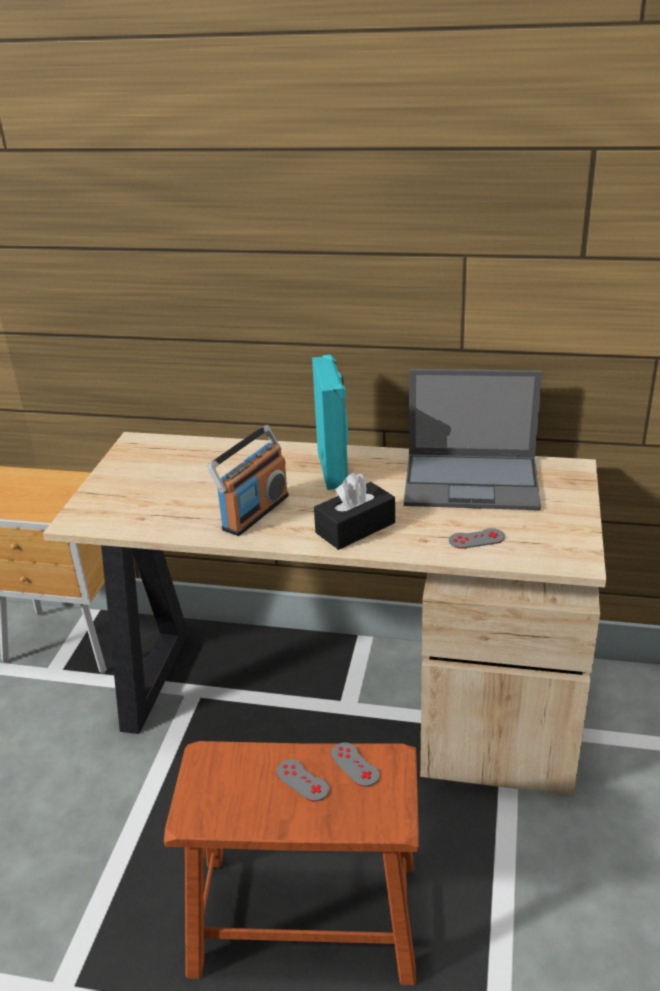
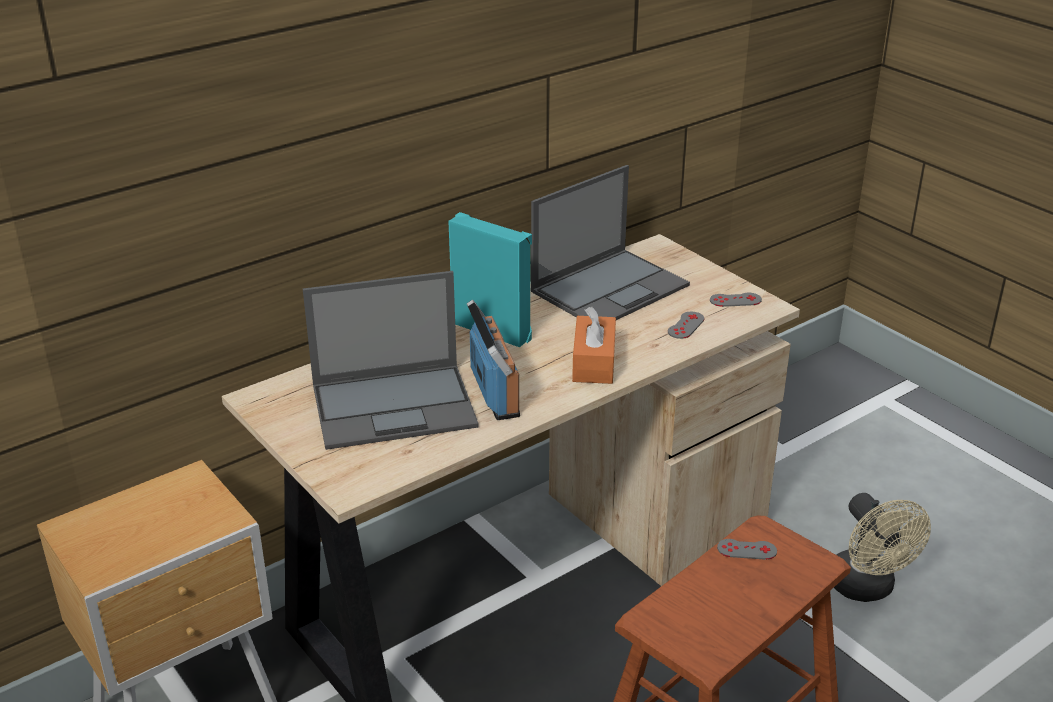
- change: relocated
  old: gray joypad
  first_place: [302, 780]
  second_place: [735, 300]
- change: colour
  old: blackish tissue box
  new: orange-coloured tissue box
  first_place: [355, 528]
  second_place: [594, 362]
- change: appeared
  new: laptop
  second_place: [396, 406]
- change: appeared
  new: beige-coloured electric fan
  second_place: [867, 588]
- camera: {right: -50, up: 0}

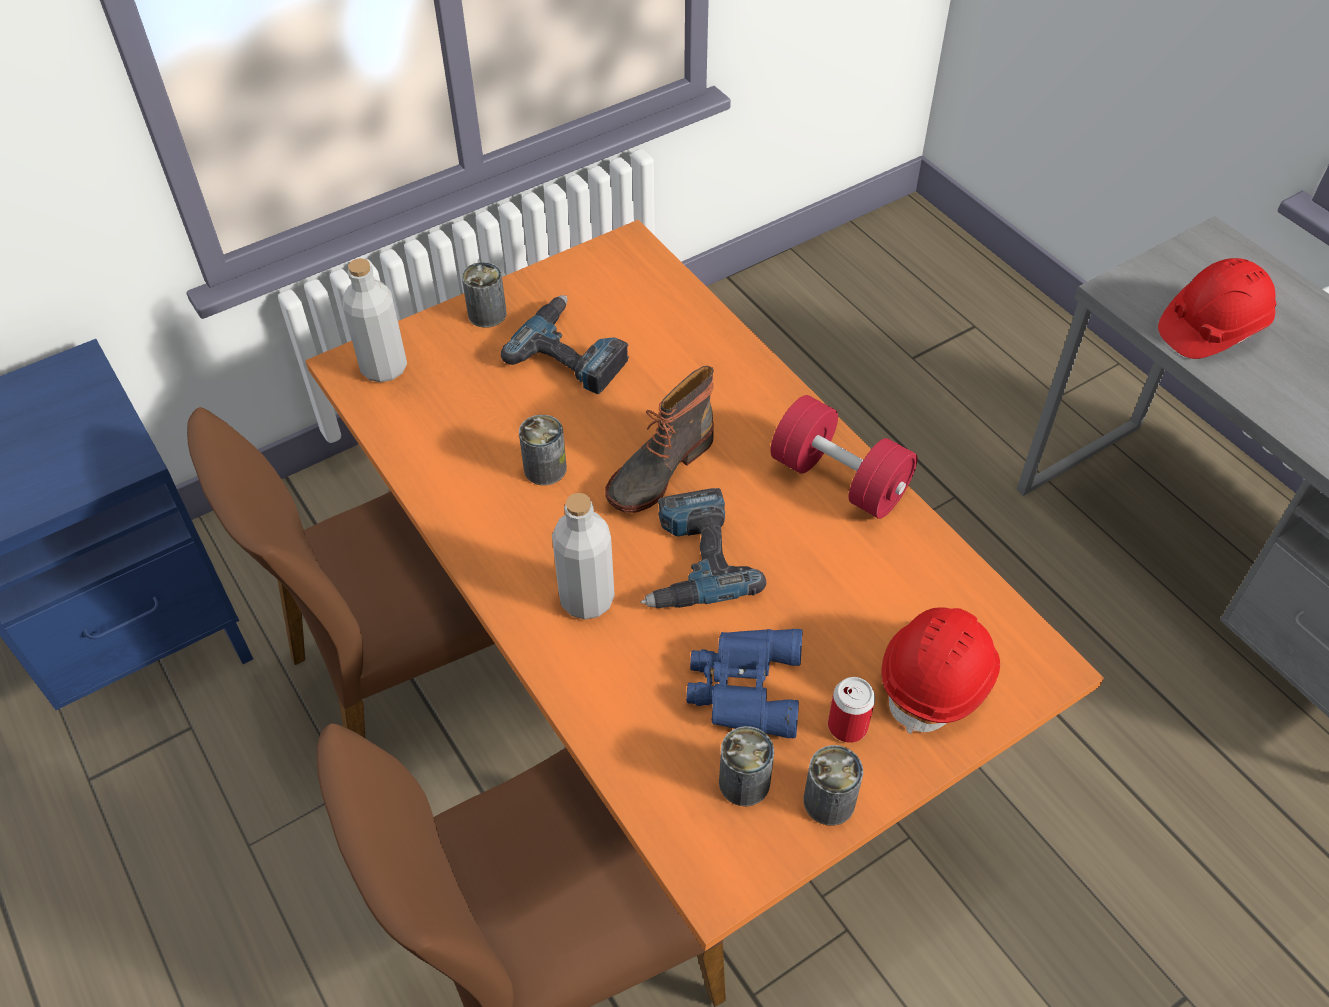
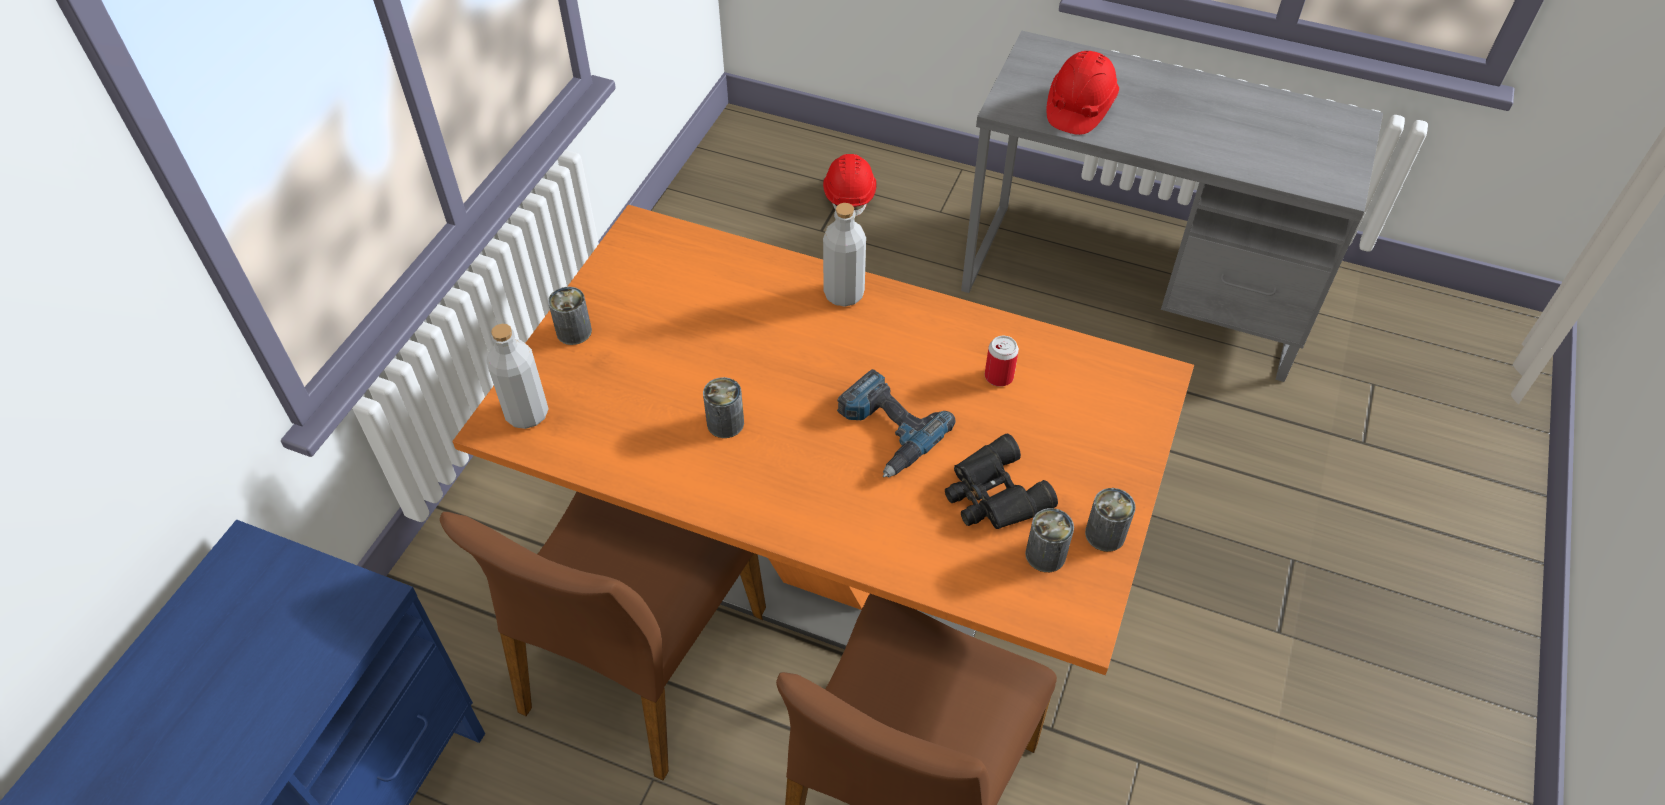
- change: missing
  old: drill
  first_place: [573, 352]
- change: relocated
  old: gray drink bottle
  first_place: [587, 599]
  second_place: [844, 294]
- change: missing
  old: tall boot
  first_place: [658, 469]
- change: colour
  old: blue-coloured pair of binoculars
  new: blackish pair of binoculars
  first_place: [743, 688]
  second_place: [993, 495]
- change: missing
  old: red-coloured free weight
  first_place: [839, 479]
- change: relocated
  old: sealed can
  first_place: [847, 725]
  second_place: [999, 376]
- change: relocated
  old: red-coloured hard hat
  first_place: [938, 679]
  second_place: [850, 194]
- camera: {right: -35, up: 0}

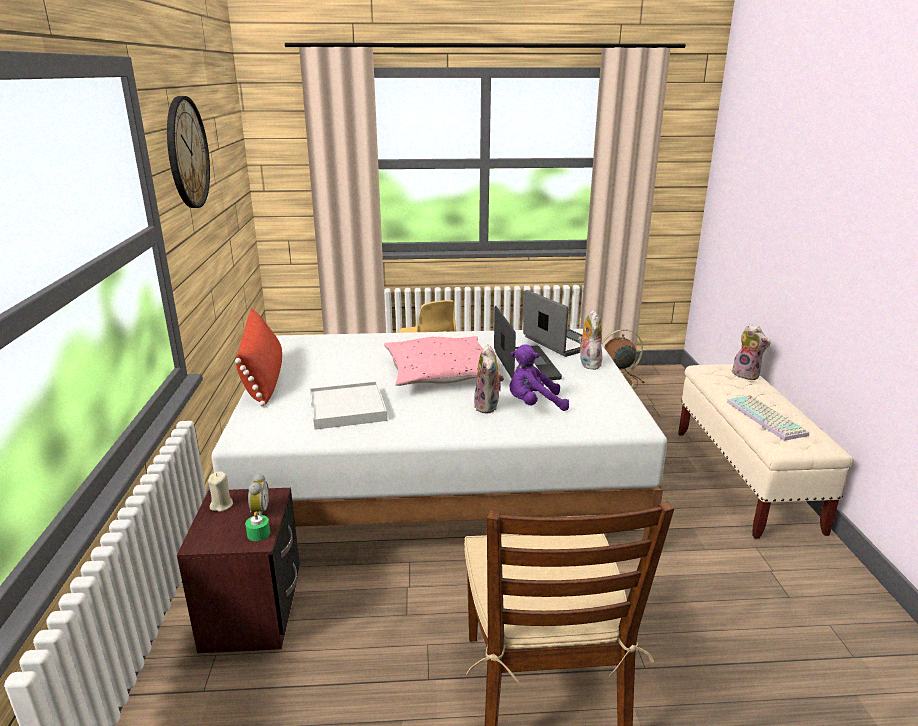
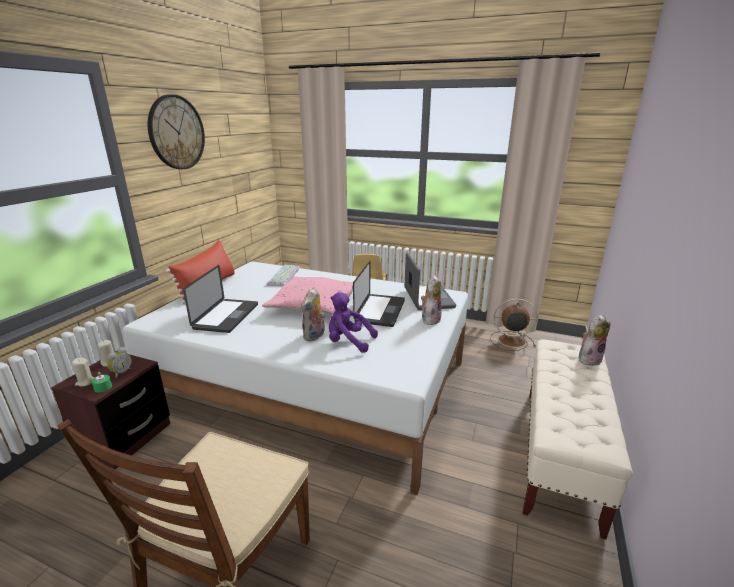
- change: exchanged
  old: white-coloured tray
  new: laptop
  first_place: [347, 409]
  second_place: [226, 316]
- change: relocated
  old: PC keyboard
  first_place: [768, 418]
  second_place: [285, 276]
- change: spun
  old: cuddly toy
  first_place: [747, 375]
  second_place: [589, 359]
  degrees: -105
- change: appeared
  new: beige-coloured candle
  second_place: [85, 382]
- camera: {right: 25, up: 0}

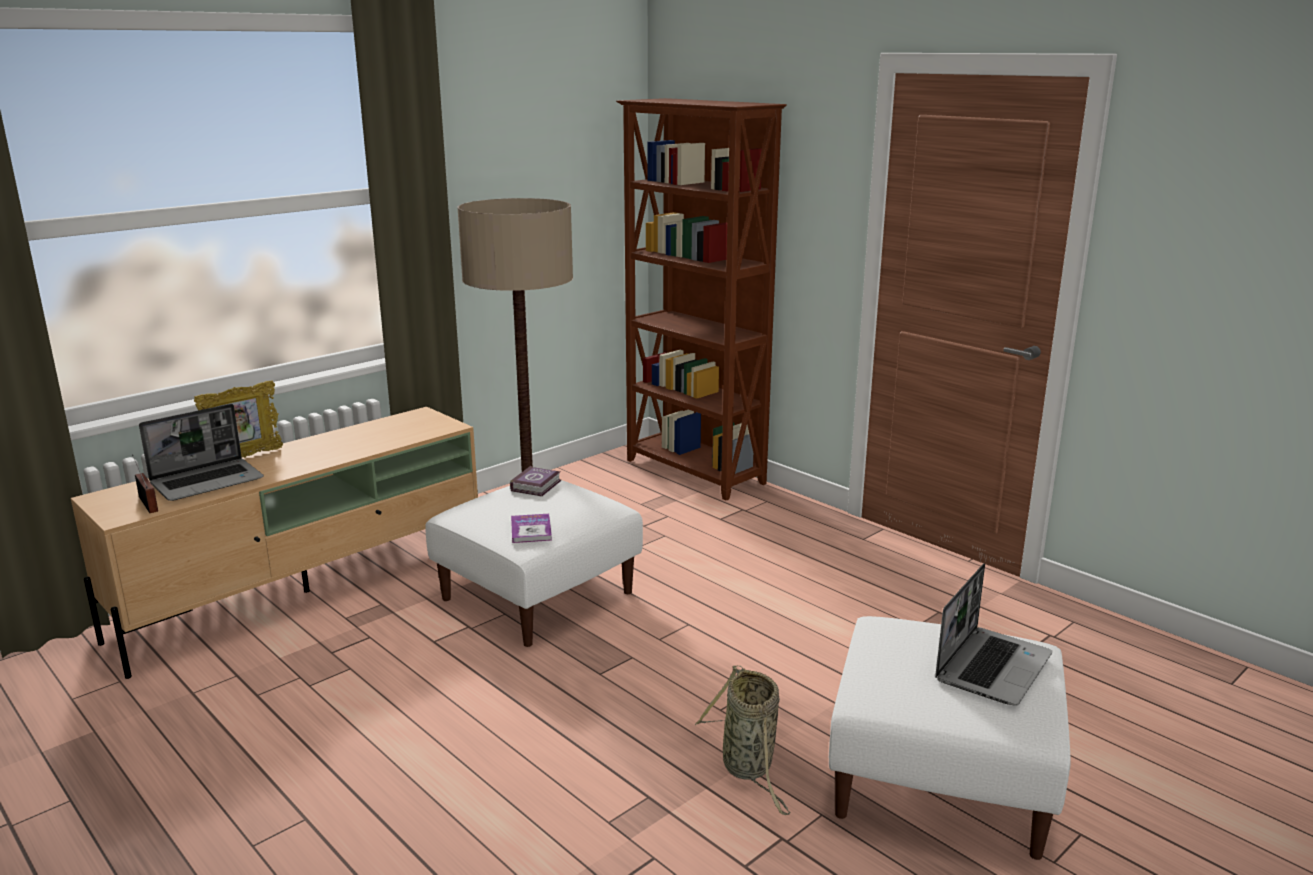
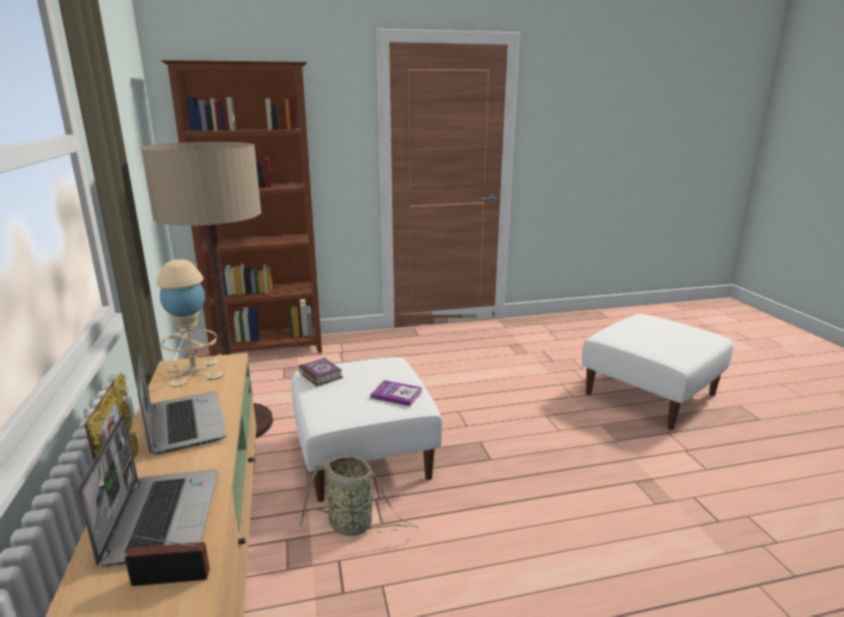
- change: relocated
  old: storage basket
  first_place: [749, 768]
  second_place: [354, 525]
- change: relocated
  old: laptop
  first_place: [992, 667]
  second_place: [184, 423]
- change: appeared
  new: beige-coloured lamp for a table
  second_place: [194, 372]
- camera: {right: -60, up: 0}

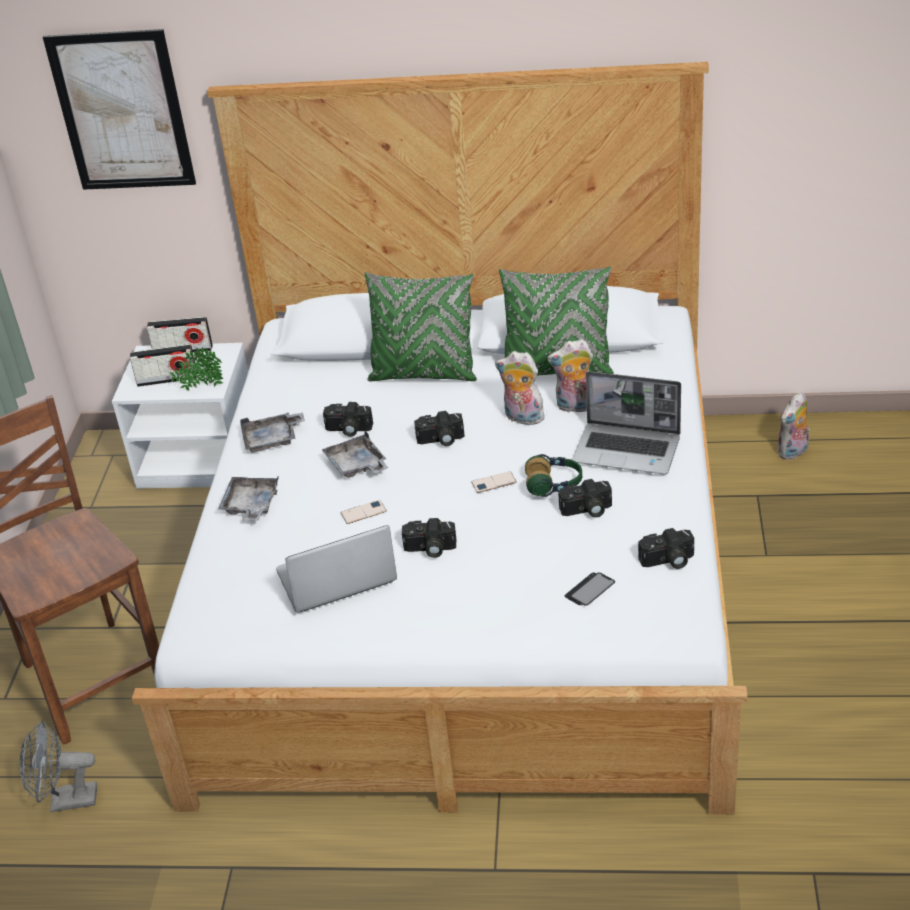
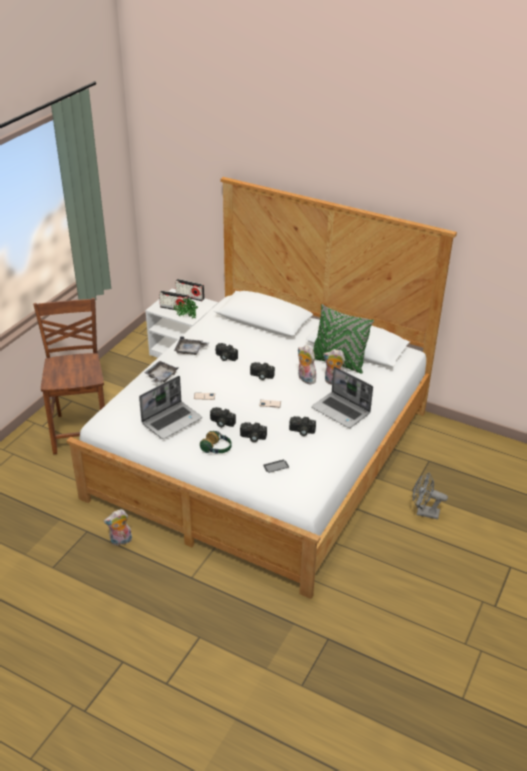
- change: relocated
  old: gray electric fan
  first_place: [66, 801]
  second_place: [424, 512]
- change: missing
  old: picture
  first_place: [122, 111]
- change: spun
  old: laptop
  first_place: [335, 579]
  second_place: [172, 420]
  degrees: 135
- change: missing
  old: gray tray
  first_place: [357, 466]
- change: missing
  old: greenish cushion
  first_place: [424, 374]
- change: relocated
  old: headphones
  first_place: [554, 485]
  second_place: [217, 449]
- change: relocated
  old: photo camera
  first_place: [668, 561]
  second_place: [252, 437]
- change: relocated
  old: cuddly toy
  first_place: [793, 452]
  second_place: [120, 541]
- camera: {right: 20, up: 0}

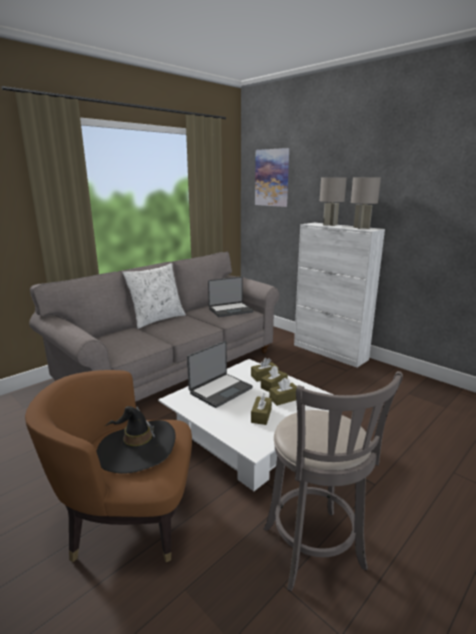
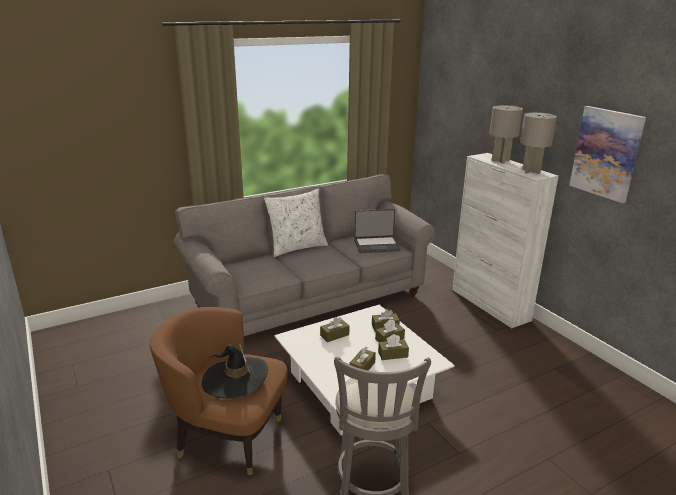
- change: exchanged
  old: laptop
  new: brown-coloured tissue box
  first_place: [220, 390]
  second_place: [334, 335]
- change: relocated
  old: picture
  first_place: [272, 178]
  second_place: [606, 153]
- camera: {right: 15, up: 5}

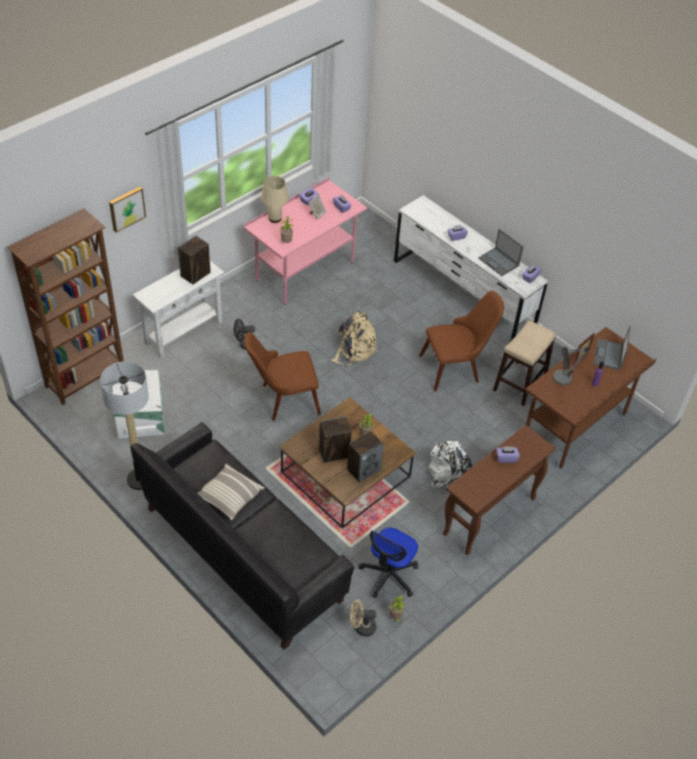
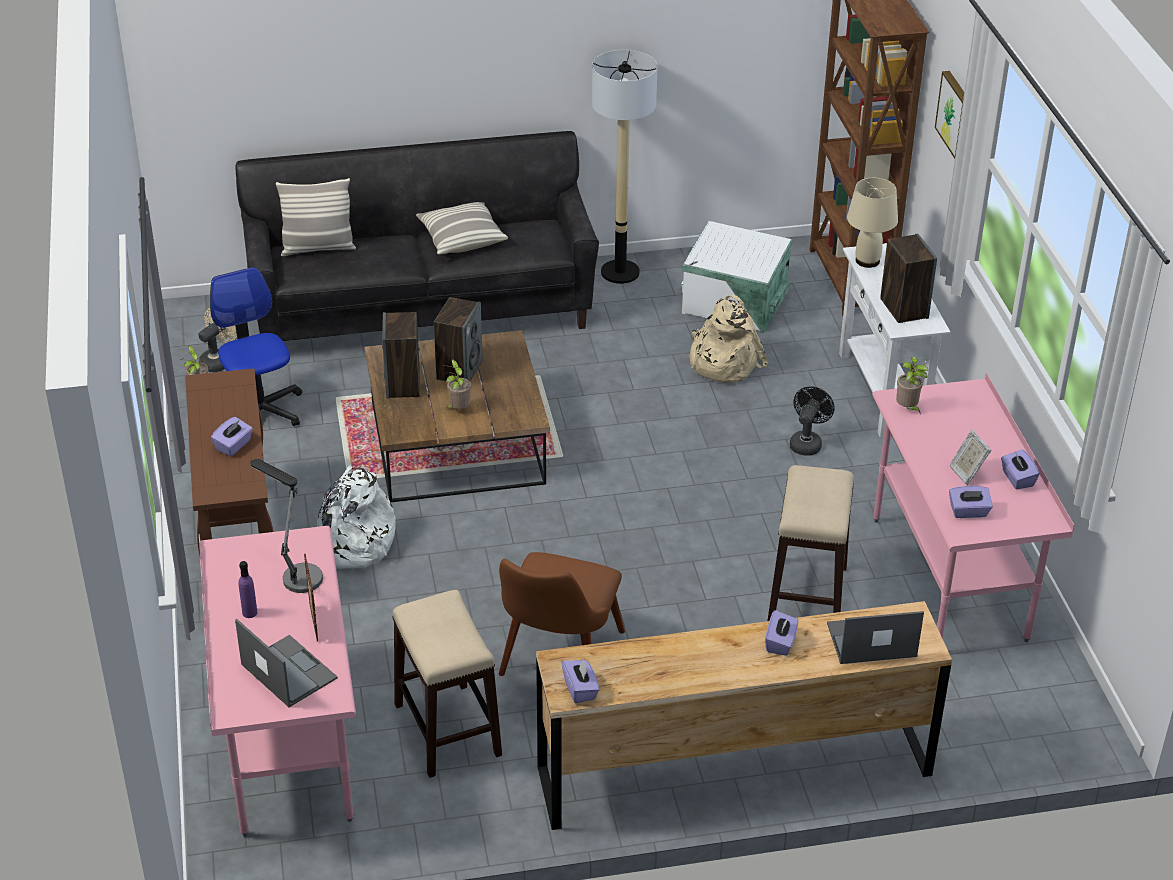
- change: missing
  old: brown-coloured chair
  first_place: [282, 400]
- change: relocated
  old: beige-coloured lamp for a table
  first_place: [274, 219]
  second_place: [867, 260]
- change: relocated
  old: beige-coloured backpack
  first_place: [354, 350]
  second_place: [722, 362]
- change: colour
  old: white-coloured drawer chest
  new: brown-coloured drawer chest
  first_place: [462, 295]
  second_place: [734, 771]
- change: relocated
  old: laptop
  first_place: [499, 262]
  second_place: [870, 640]
- change: colour
  old: brown-coloured desk unit
  new: pink desk unit
  first_place: [574, 427]
  second_place: [288, 746]
- change: appeared
  new: cushion
  second_place: [318, 248]
- change: appeared
  new: stool seat
  second_place: [807, 594]
- camera: {right: 125, up: -10}

